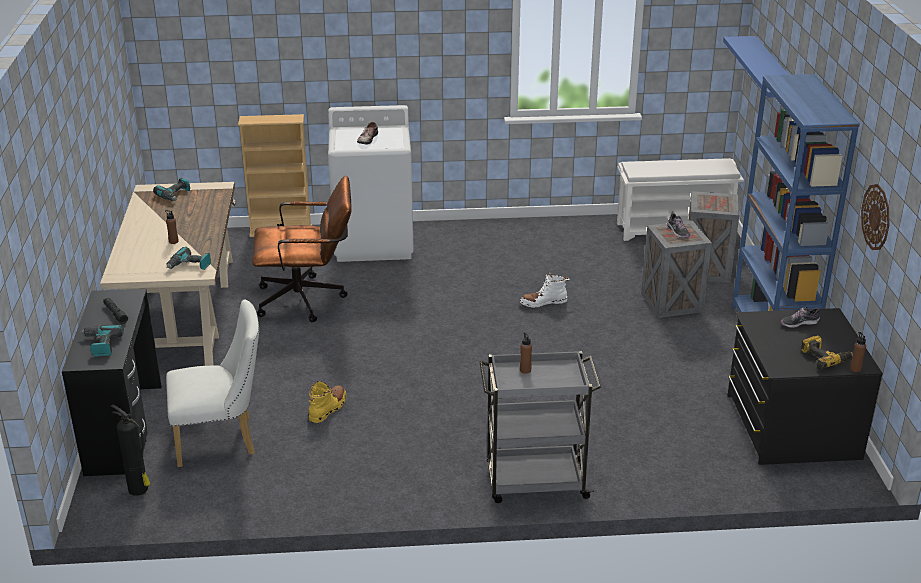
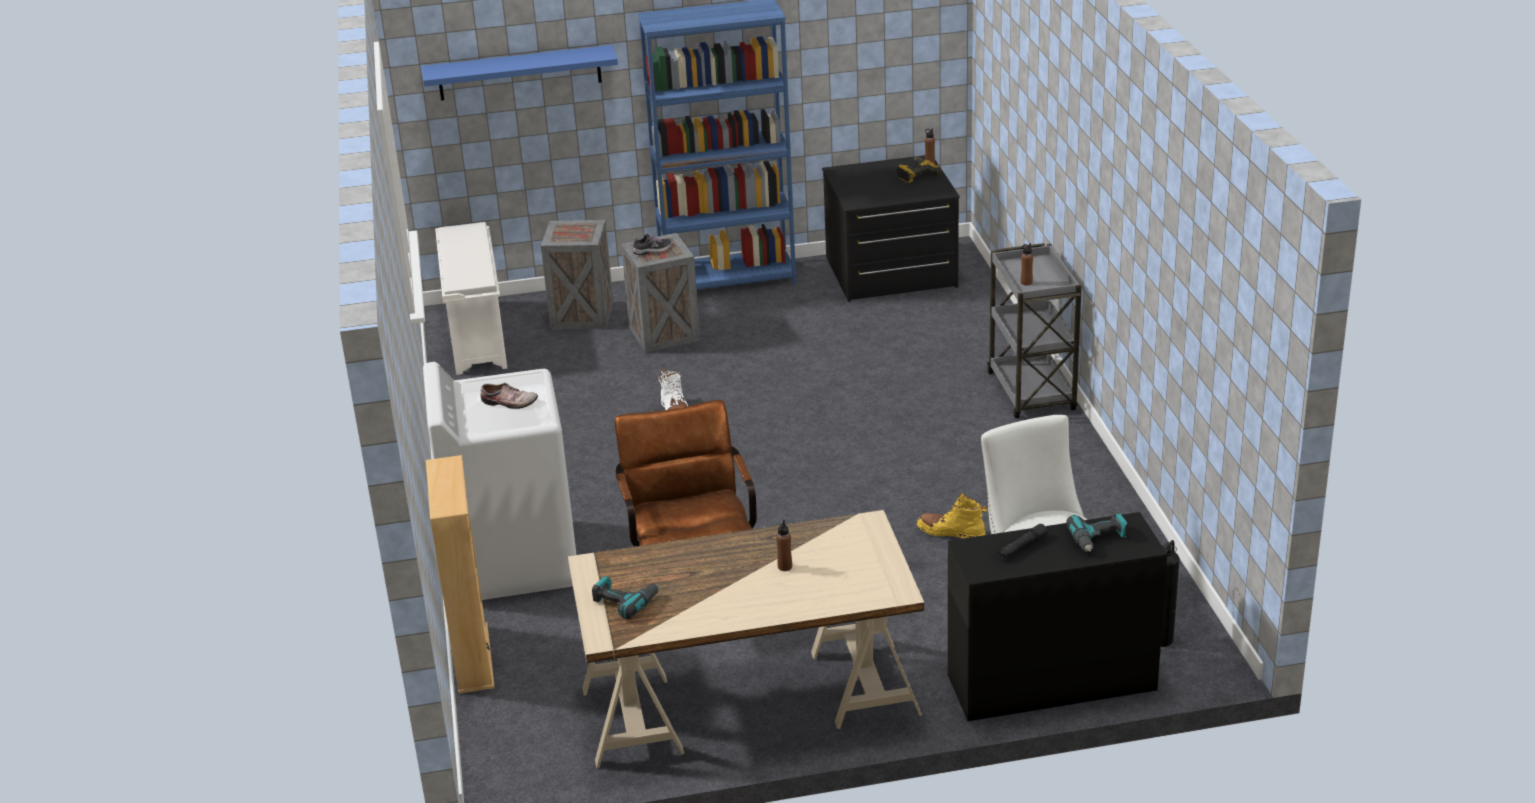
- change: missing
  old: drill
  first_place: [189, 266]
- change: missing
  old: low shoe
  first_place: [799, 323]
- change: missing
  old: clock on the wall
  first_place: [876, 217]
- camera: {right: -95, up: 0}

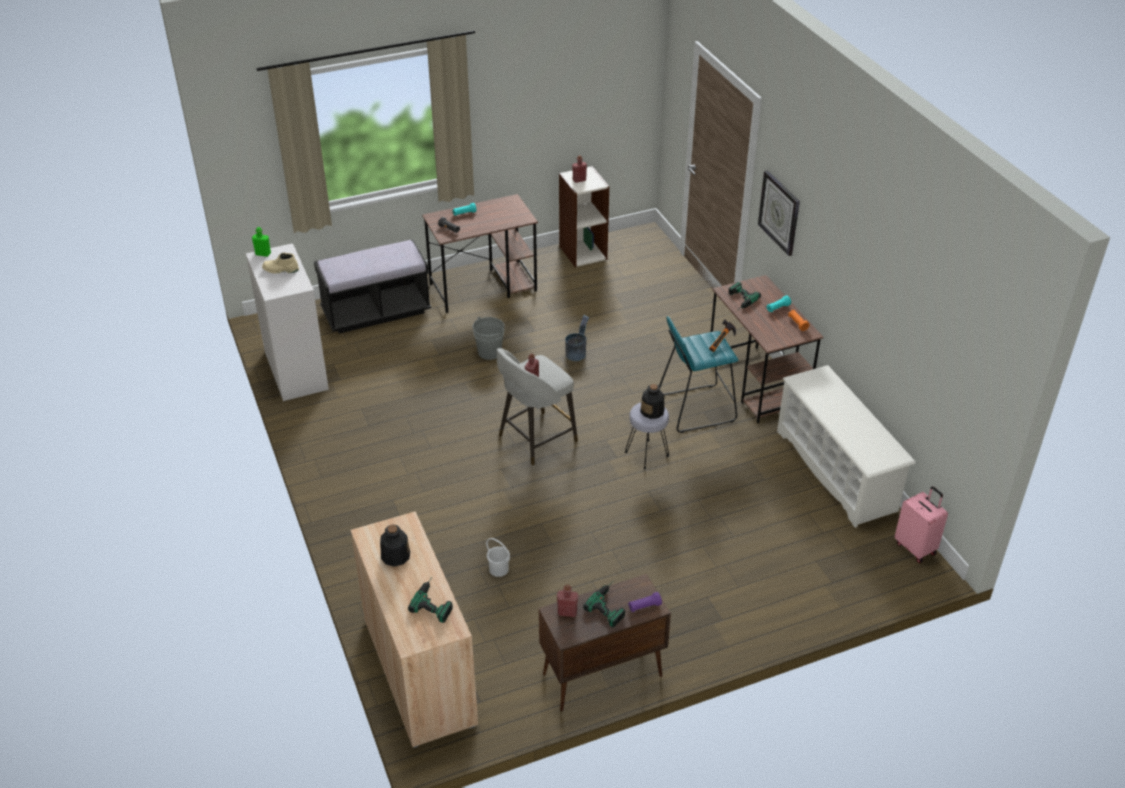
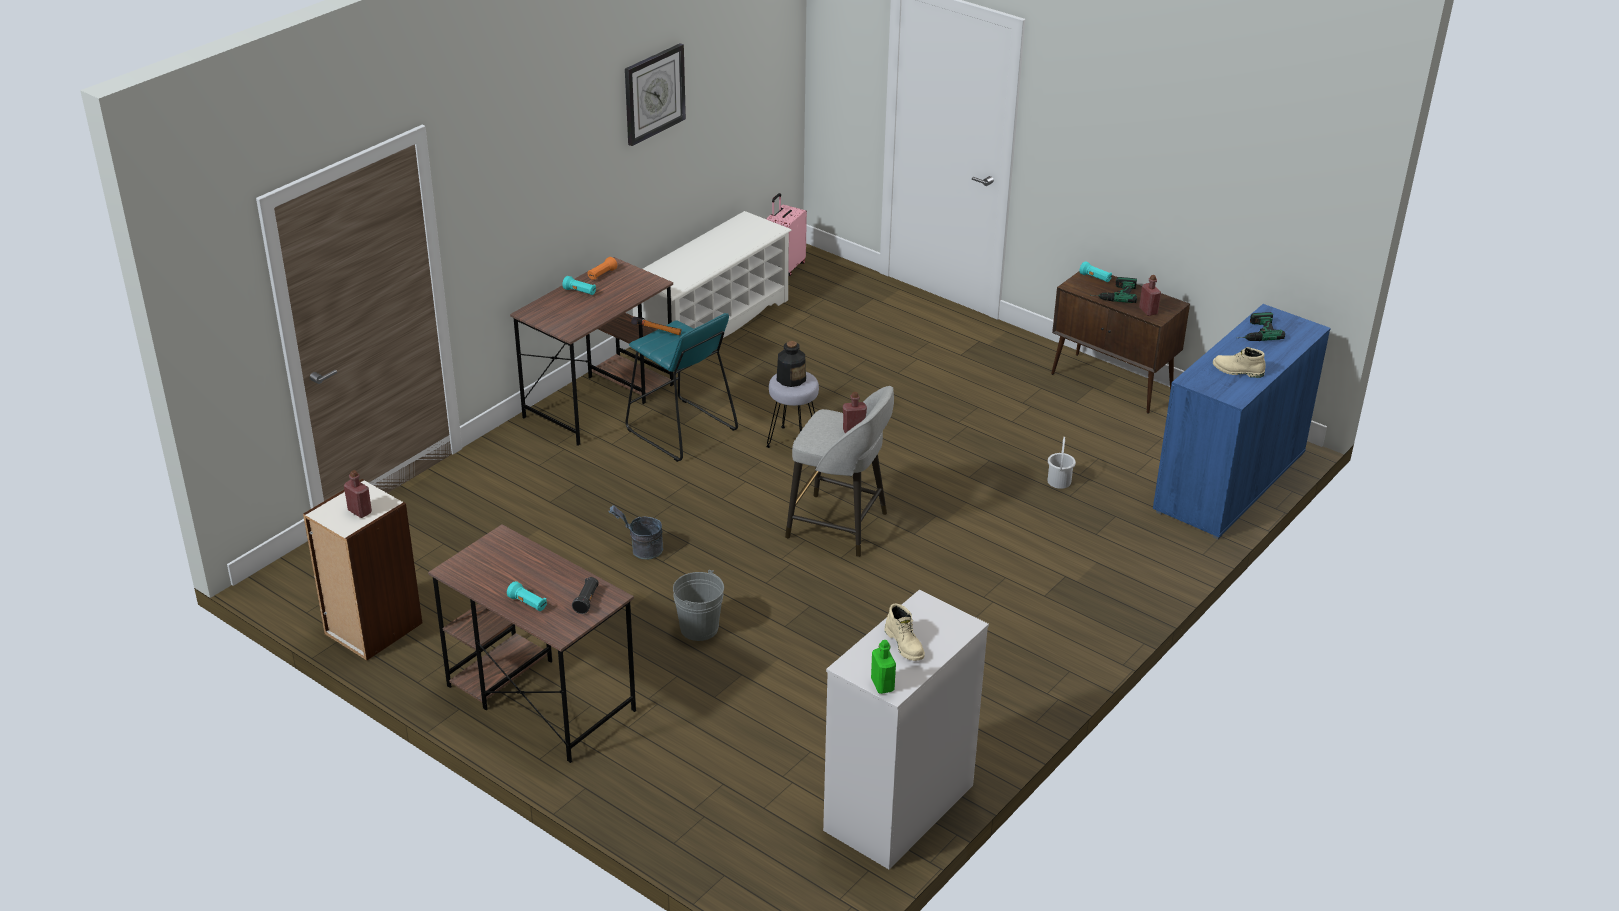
- change: missing
  old: blackish indoor bench
  first_place: [376, 312]
- change: colour
  old: beige-coloured storage cabinet
  new: blue-coloured storage cabinet
  first_place: [419, 671]
  second_place: [1229, 482]
- change: exchanged
  old: drink bottle
  new: beige-coloured tall boot
  first_place: [395, 556]
  second_place: [1237, 371]
- change: colour
  old: purplish flashlight
  new: blue-green flashlight
  first_place: [644, 607]
  second_place: [1095, 278]
- change: missing
  old: drill
  first_place: [739, 300]
- change: relocated
  old: clock on the wall
  first_place: [779, 212]
  second_place: [654, 94]
- camera: {right: -120, up: -5}

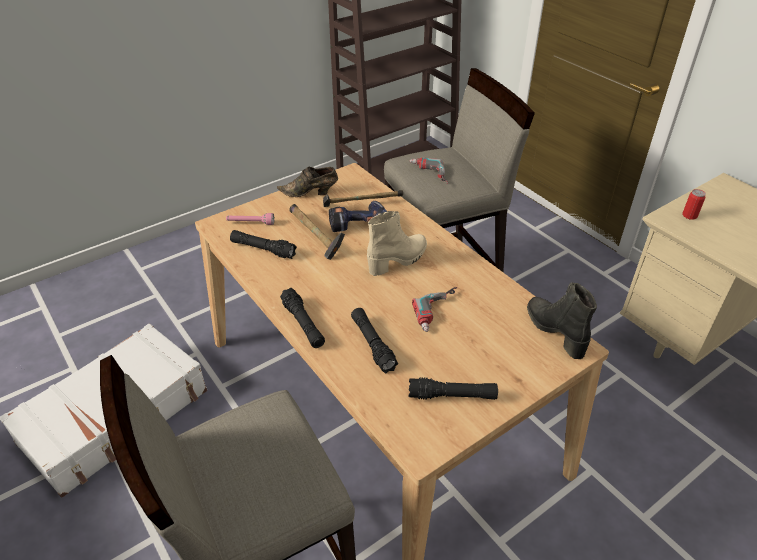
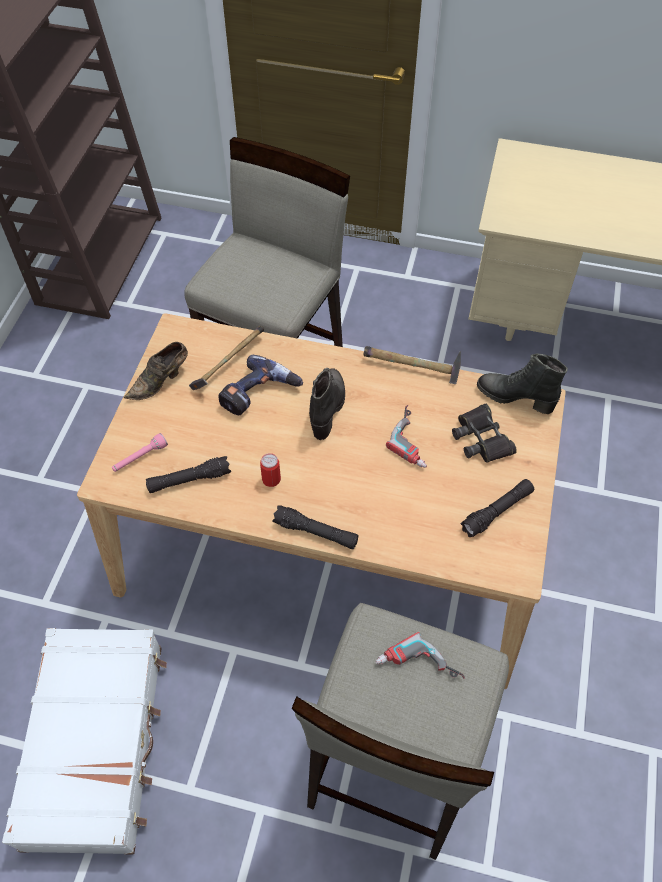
- change: relocated
  old: hammer
  first_place: [315, 237]
  second_place: [414, 369]
- change: missing
  old: blackish flashlight
  first_place: [372, 344]
- change: colour
  old: beige-coloured tall boot
  new: blackish tall boot
  first_place: [398, 260]
  second_place: [328, 408]
- change: relocated
  old: drill
  first_place: [428, 174]
  second_place: [418, 670]
- change: relocated
  old: sealed can
  first_place: [689, 215]
  second_place: [271, 479]
- change: appeared
  new: blackish pair of binoculars
  second_place: [481, 438]
- camera: {right: -40, up: 15}

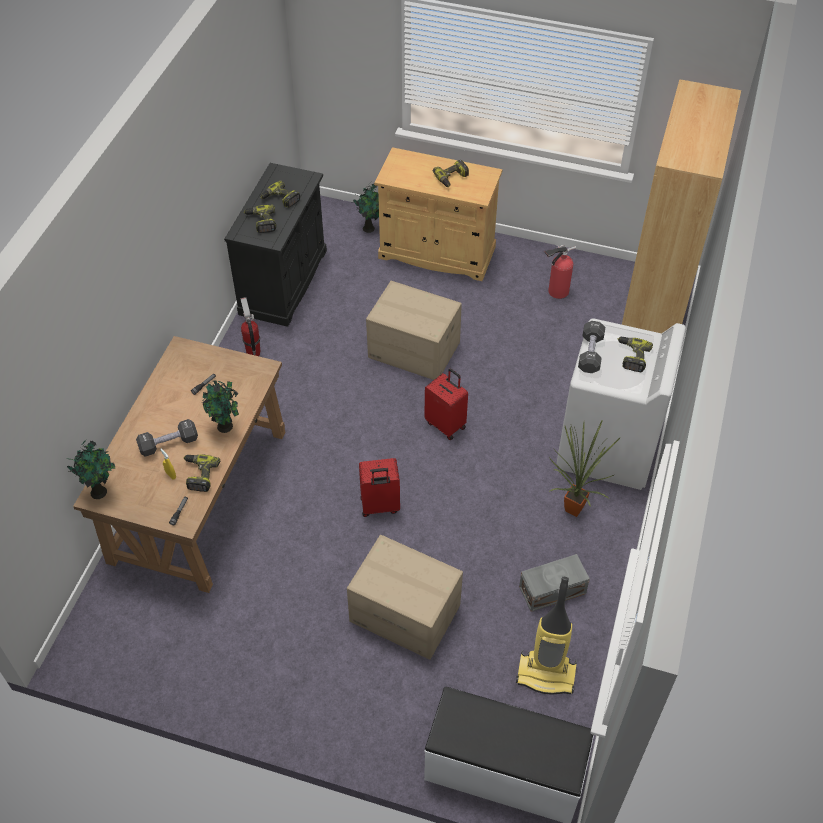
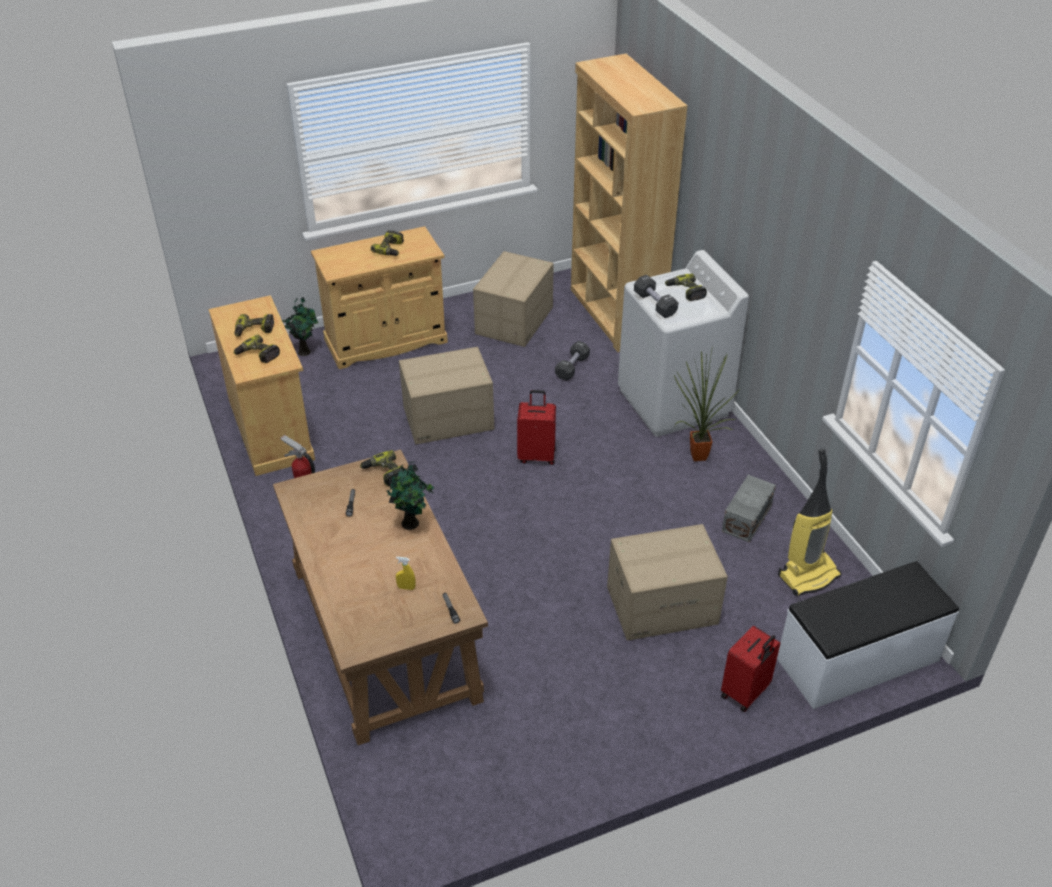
- change: missing
  old: plant in a pot
  first_place: [100, 491]
- change: relocated
  old: blackish free weight
  first_place: [169, 444]
  second_place: [572, 367]
- change: relocated
  old: drill
  first_place: [199, 475]
  second_place: [384, 473]
- change: colour
  old: blackish storage cabinet
  new: beige-coloured storage cabinet
  first_place: [284, 282]
  second_place: [271, 429]
- change: relocated
  old: red-coloured travel case
  first_place: [379, 506]
  second_place: [745, 693]
- change: exchanged
  old: extinguisher
  new: cardboard box
  first_place: [556, 292]
  second_place: [515, 321]
- camera: {right: -40, up: -10}

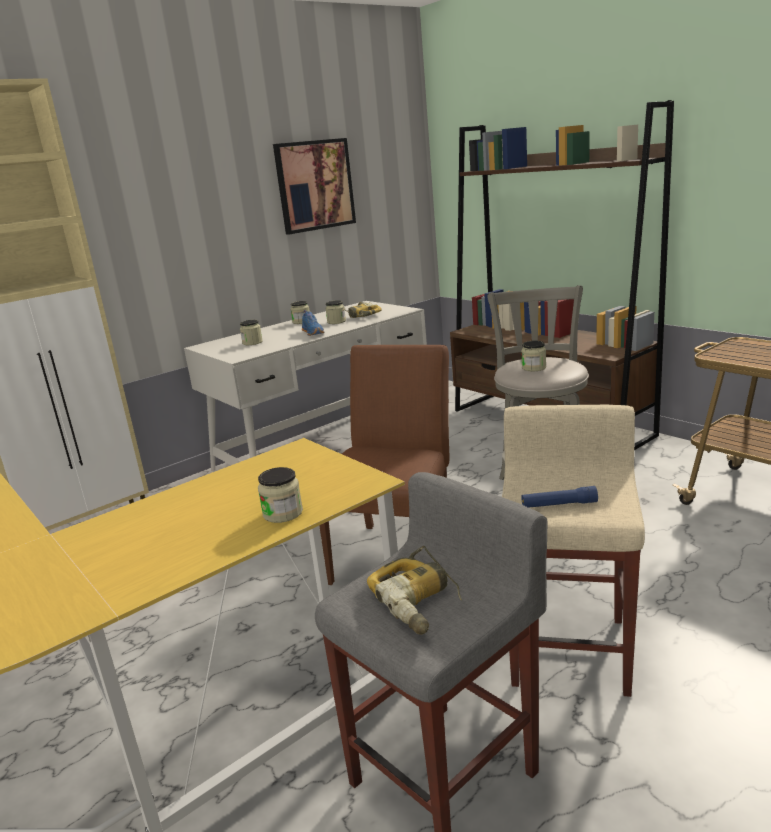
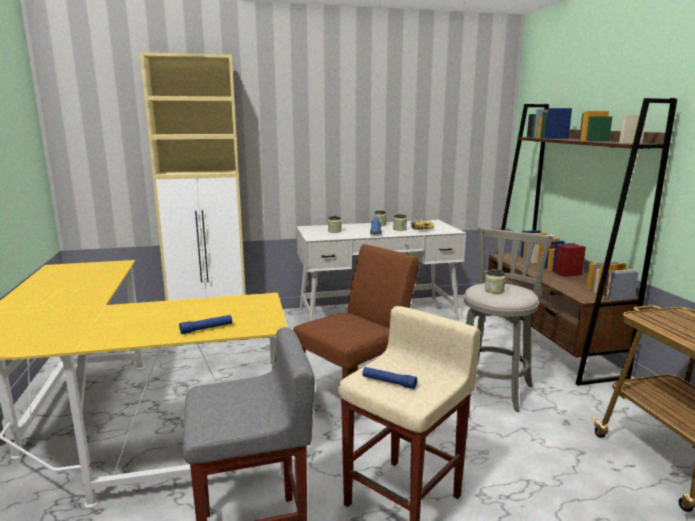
- change: exchanged
  old: preserve jar
  new: blue-coloured flashlight
  first_place: [283, 513]
  second_place: [206, 329]
- change: missing
  old: picture
  first_place: [314, 185]
- change: missing
  old: drill
  first_place: [419, 600]
- camera: {right: 25, up: -5}

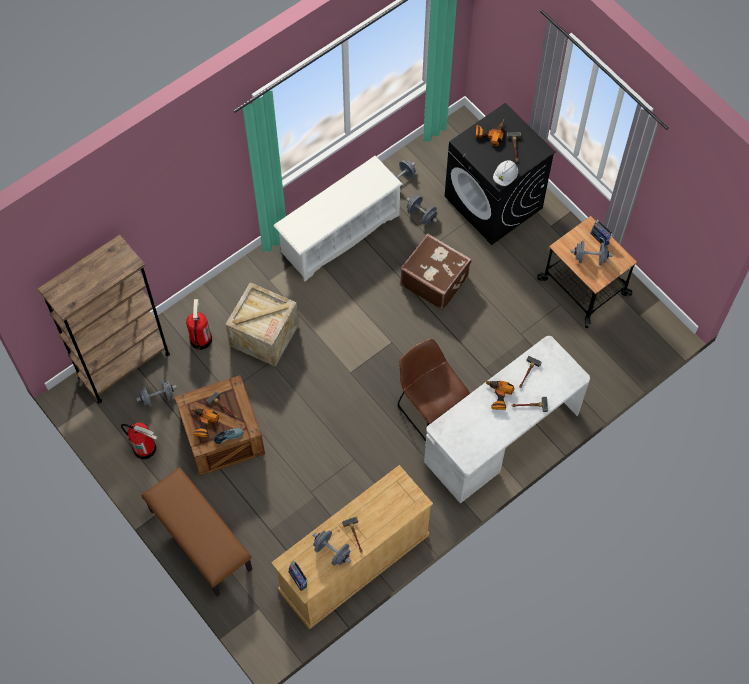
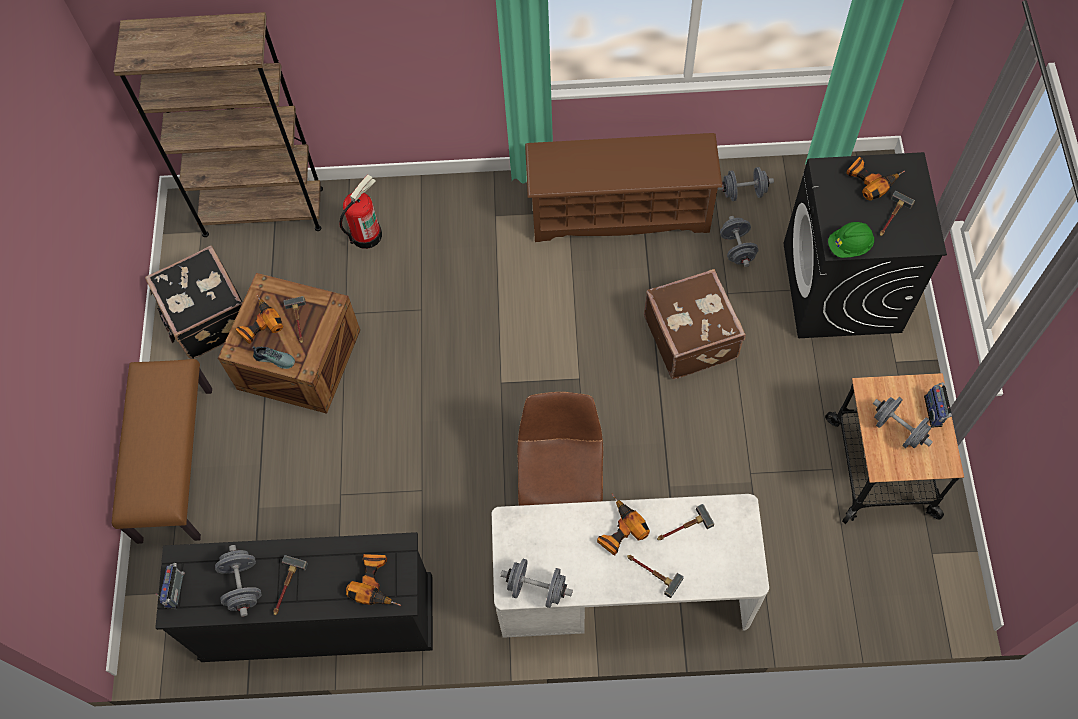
- change: exchanged
  old: extinguisher
  new: blackish travel case
  first_place: [145, 448]
  second_place: [207, 317]
- change: relocated
  old: gray free weight
  first_place: [158, 397]
  second_place: [537, 588]
- change: missing
  old: packing crate
  first_place: [264, 335]
- change: colour
  old: beige-coloured drawer chest
  new: blackish drawer chest
  first_place: [353, 563]
  second_place: [316, 619]
- change: colour
  old: white-coloured shoe shelf
  new: brown-coloured shoe shelf
  first_place: [339, 233]
  second_place: [620, 211]
- change: colour
  old: white-coloured hard hat
  new: greenish hard hat
  first_place: [505, 176]
  second_place: [849, 246]
- change: appeared
  new: drill
  second_place: [377, 582]
- camera: {right: 40, up: 0}

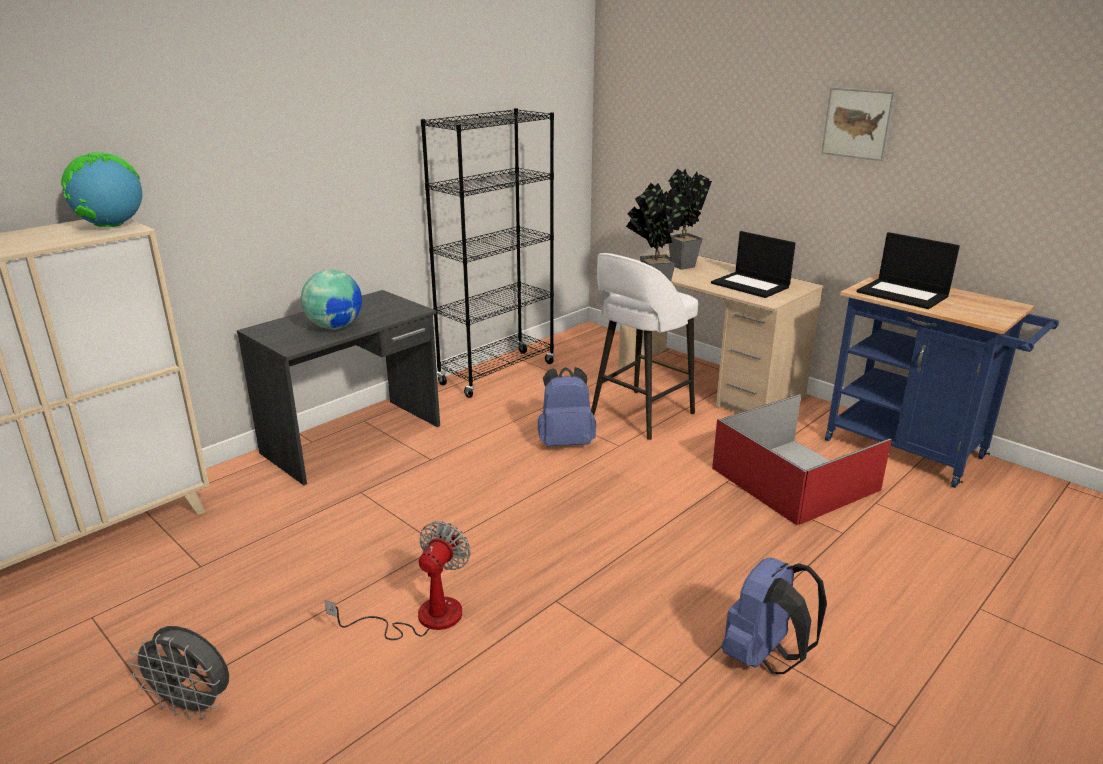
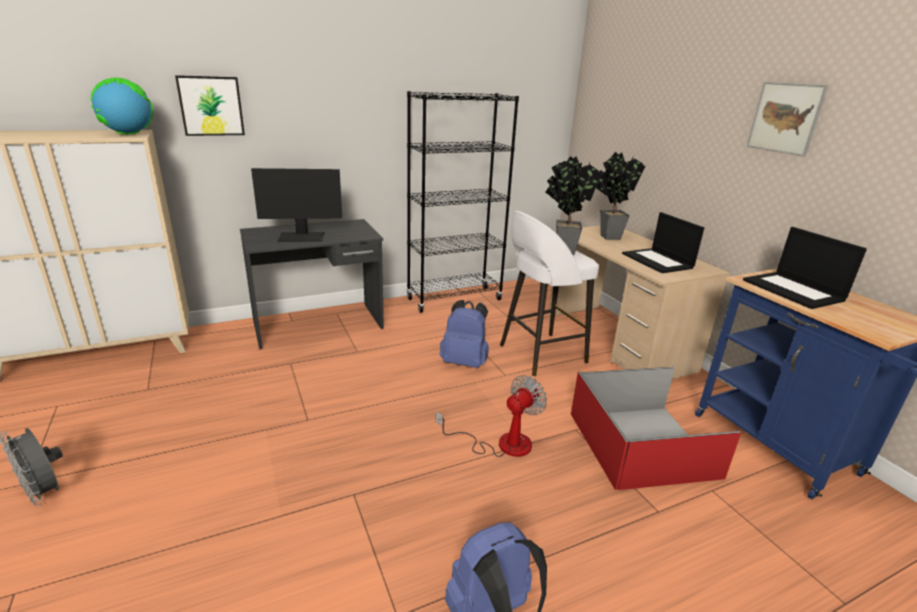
- change: exchanged
  old: globe
  new: computer display
  first_place: [335, 327]
  second_place: [301, 237]
- change: relocated
  old: electric fan
  first_place: [422, 617]
  second_place: [502, 444]
- change: appeared
  new: picture
  second_place: [211, 106]
- camera: {right: 20, up: 0}

